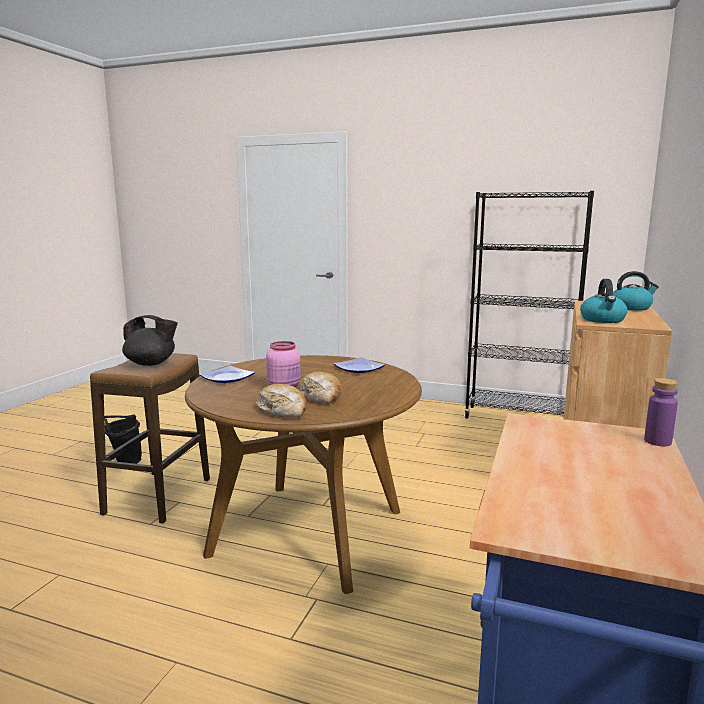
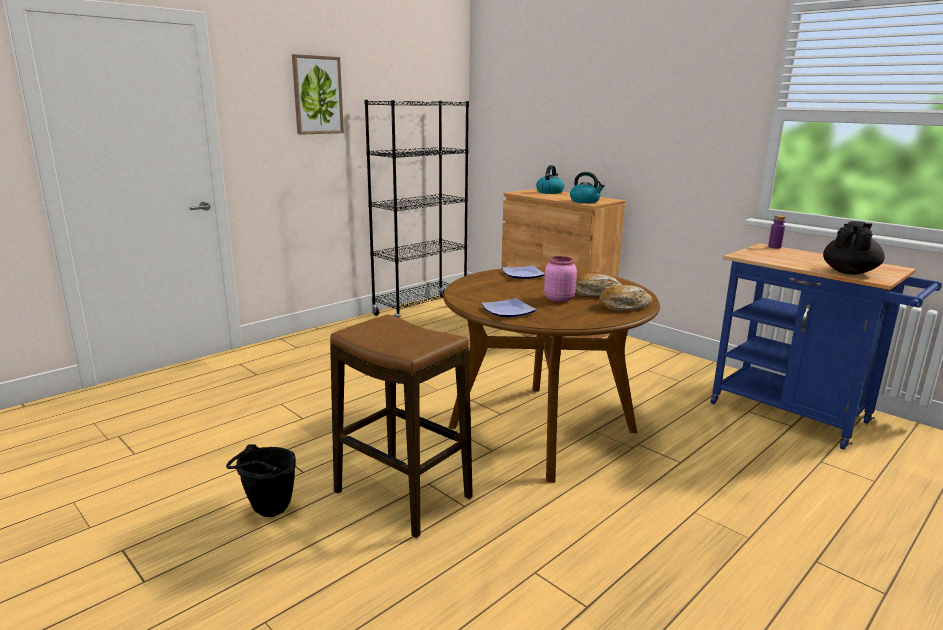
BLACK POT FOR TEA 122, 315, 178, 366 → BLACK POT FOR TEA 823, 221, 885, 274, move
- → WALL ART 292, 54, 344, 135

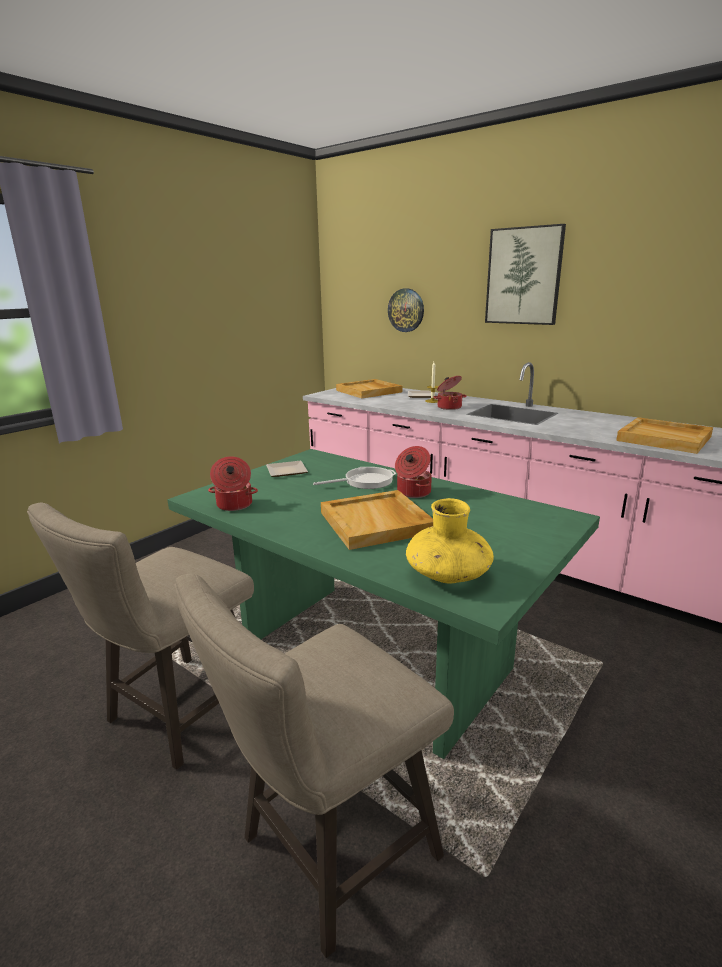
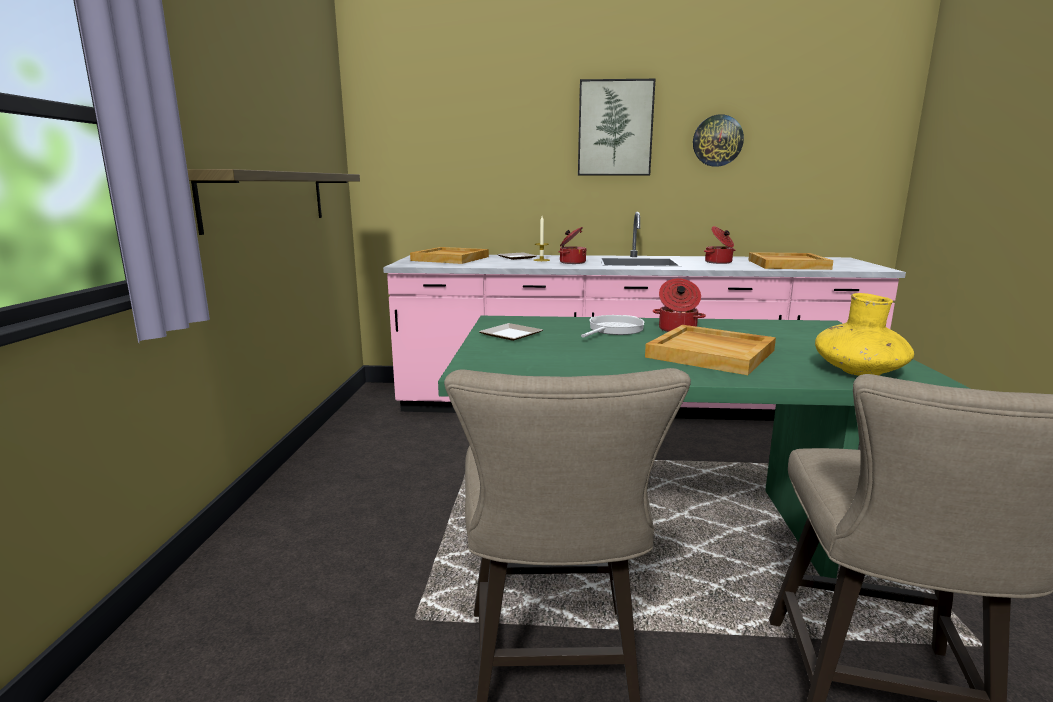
STOCKPOT 208, 456, 258, 511 → STOCKPOT 704, 226, 735, 264, move
HANGING CLOCK 388, 289, 424, 332 → HANGING CLOCK 693, 114, 744, 167, move
- → SHELF 187, 169, 360, 235

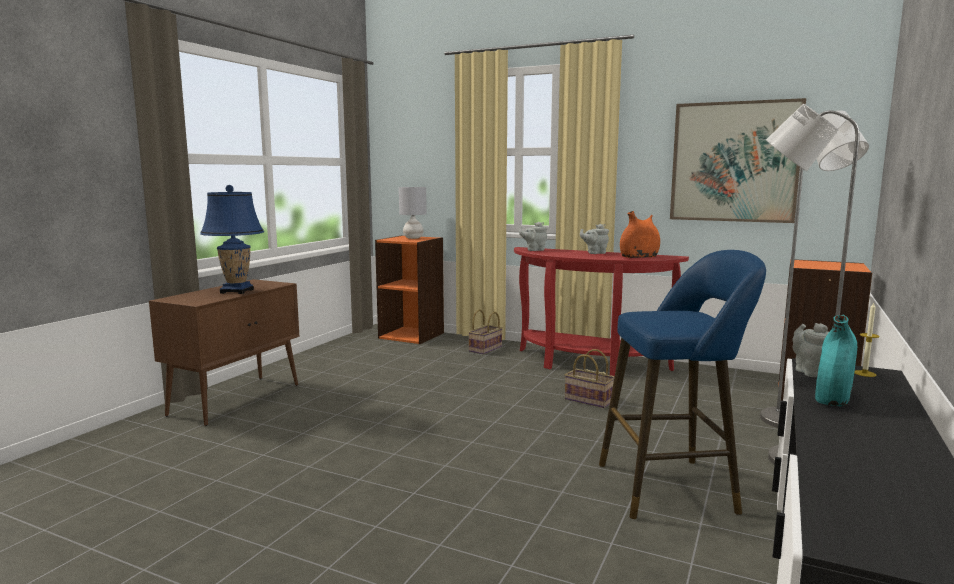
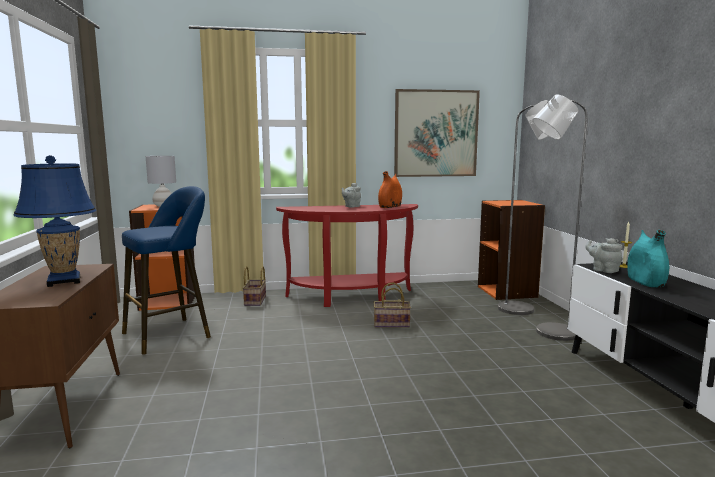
GREY POT FOR TEA 519, 222, 547, 251 → -
BLUISH STOOL 599, 250, 766, 519 → BLUISH STOOL 122, 186, 211, 355, move

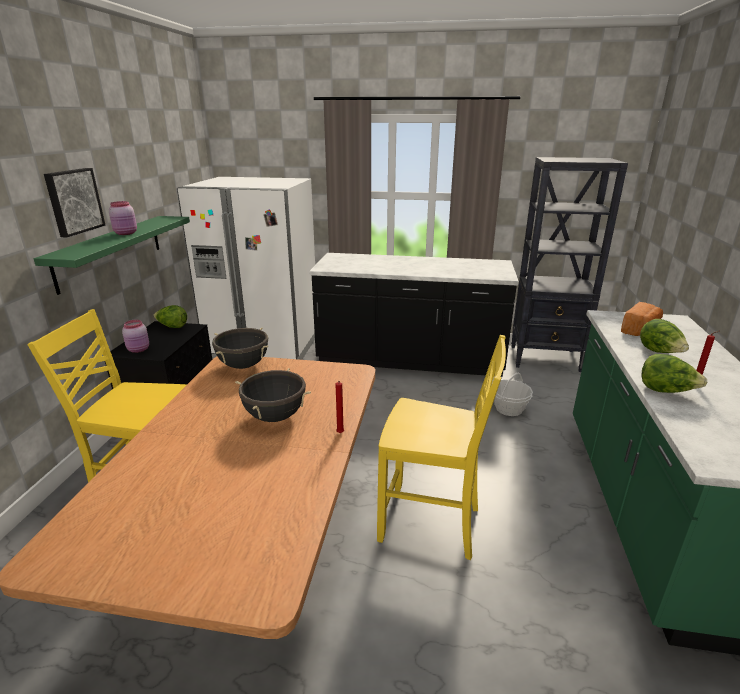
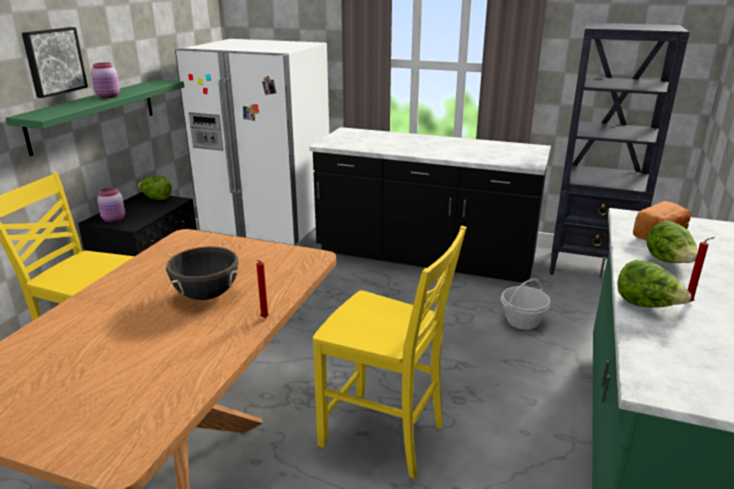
BLACK STOCKPOT 212, 328, 268, 369 → -

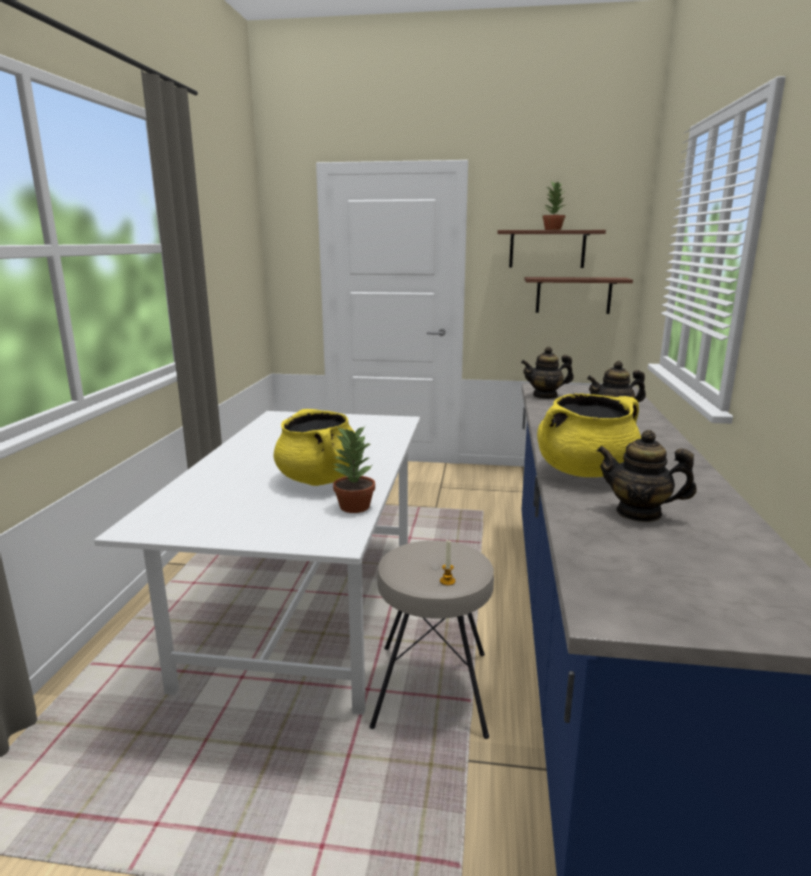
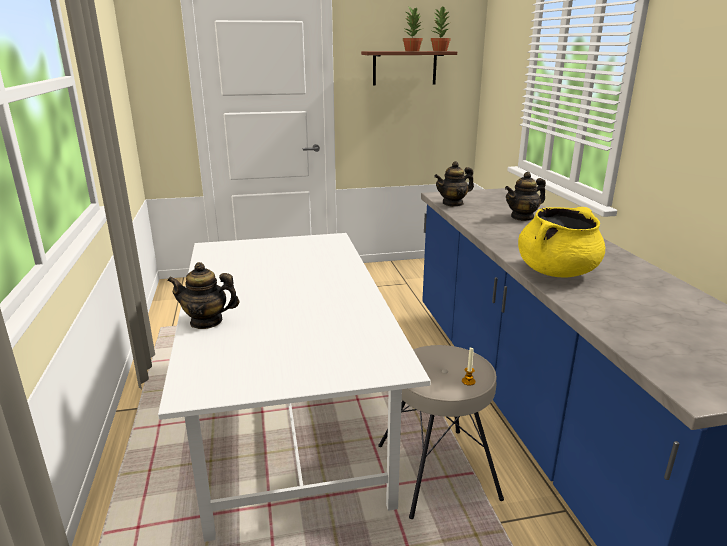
YELLOWISH STOCKPOT 274, 409, 355, 486 → -
POTTED PLANT 332, 425, 375, 513 → POTTED PLANT 431, 7, 451, 51, move
BROWN-COLOURED SHELF 525, 277, 633, 314 → -
POT FOR TEA 597, 430, 697, 522 → POT FOR TEA 167, 262, 240, 329, move

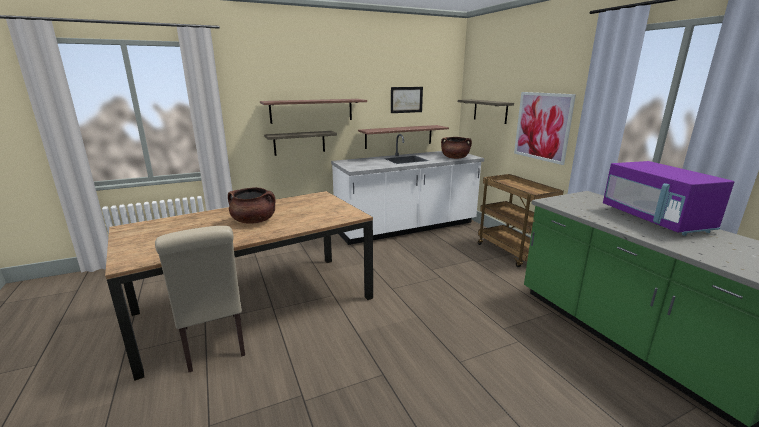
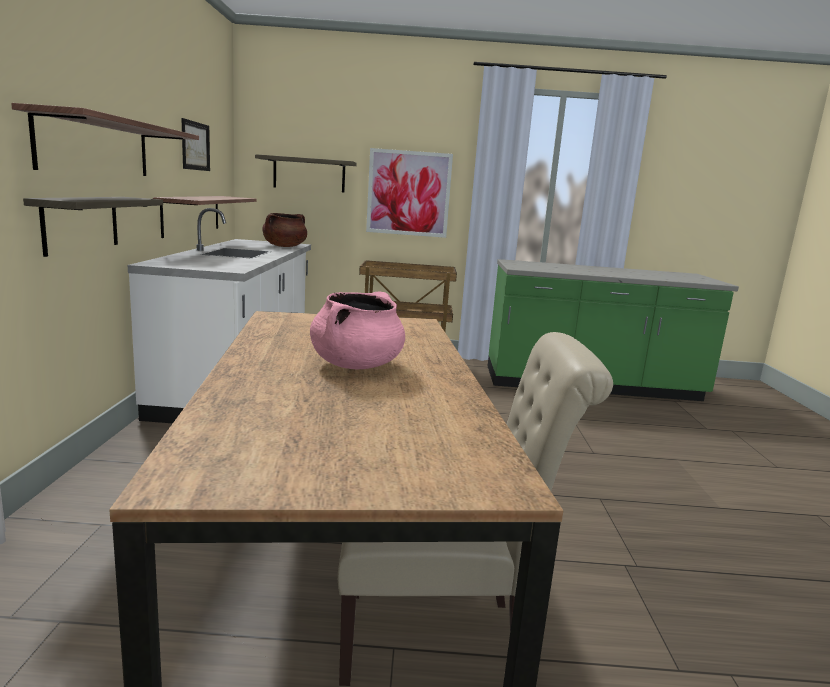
BROWN-COLOURED STOCKPOT 228, 187, 276, 224 → PINK STOCKPOT 310, 291, 405, 369
PURPLE-COLOURED MICROWAVE 603, 161, 734, 236 → -

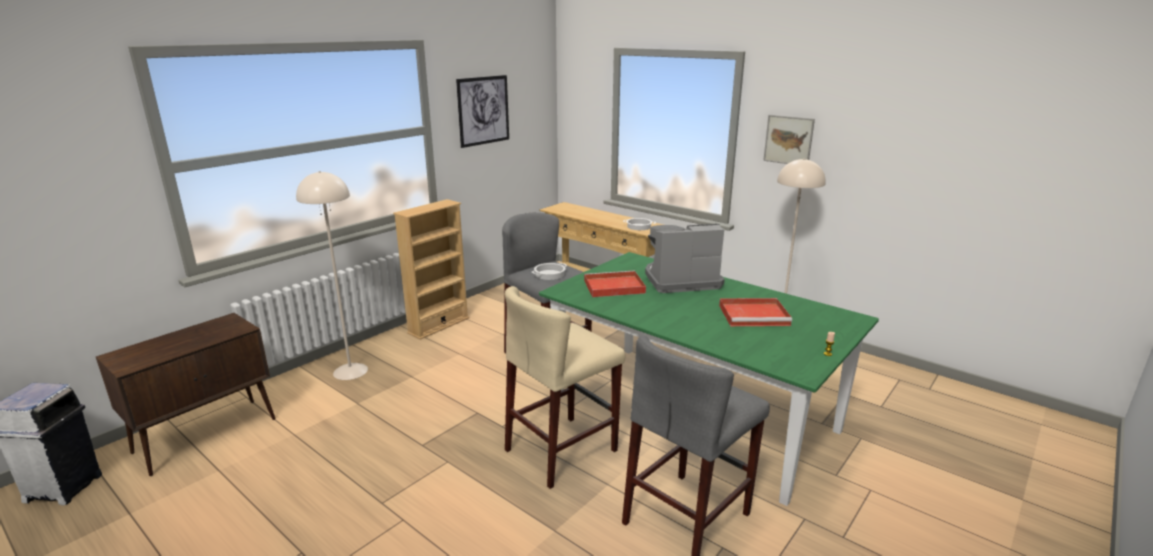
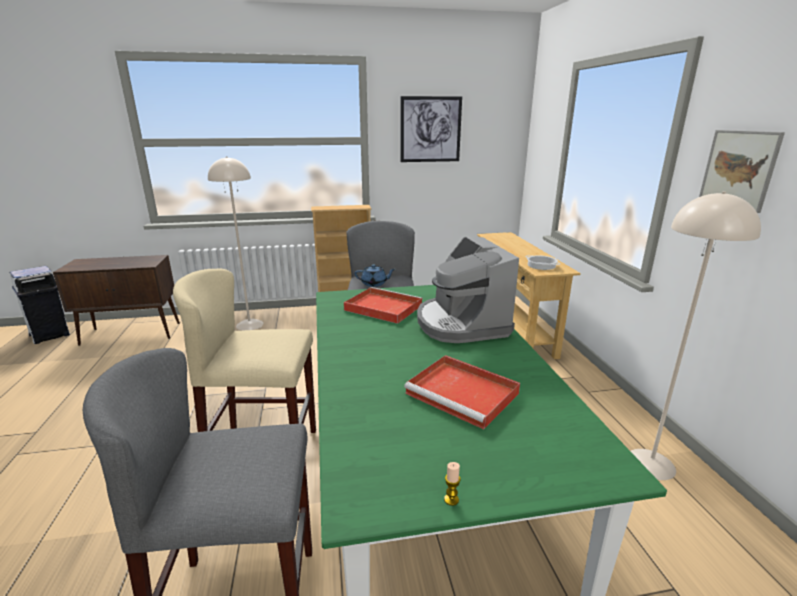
STOCKPOT 532, 263, 567, 280 → BLUISH POT FOR TEA 354, 264, 395, 287
COFFEE MAKER 645, 224, 725, 293 → COFFEE MAKER 417, 237, 519, 343, 135 degrees counterclockwise

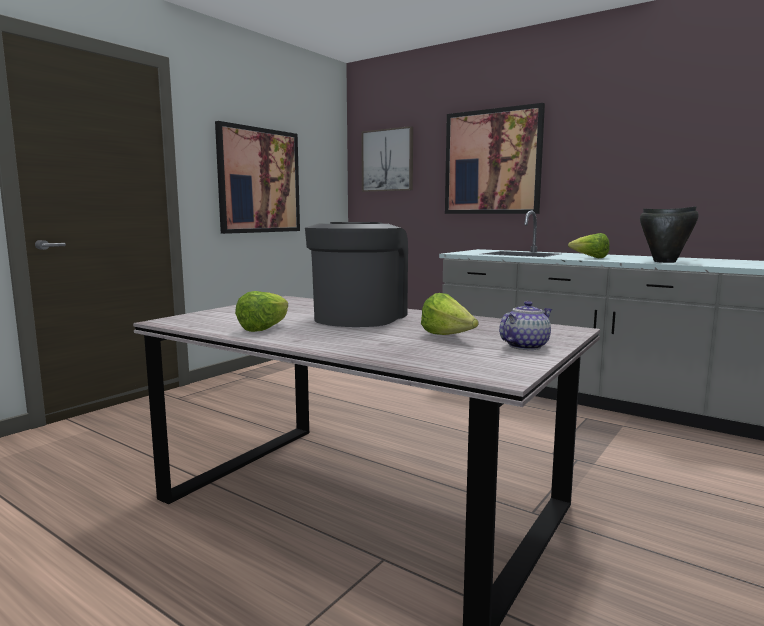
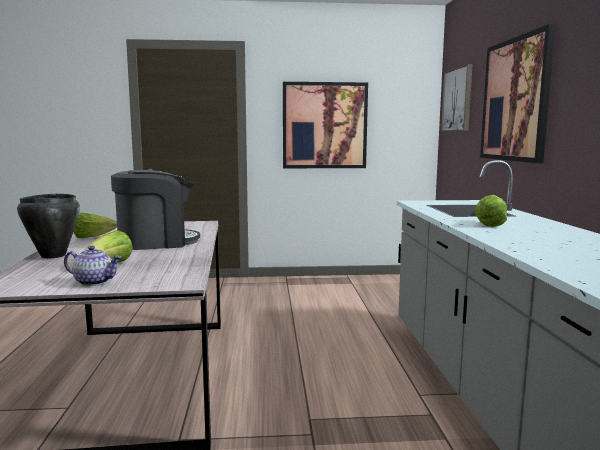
BLACK STOCKPOT 640, 206, 699, 263 → BLACK STOCKPOT 17, 194, 80, 259, move

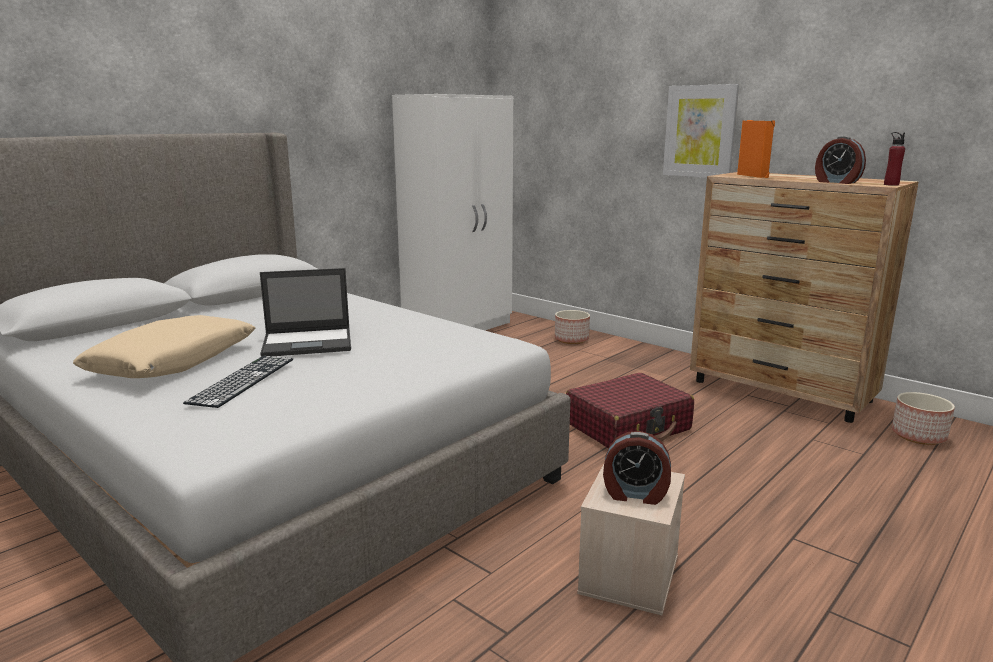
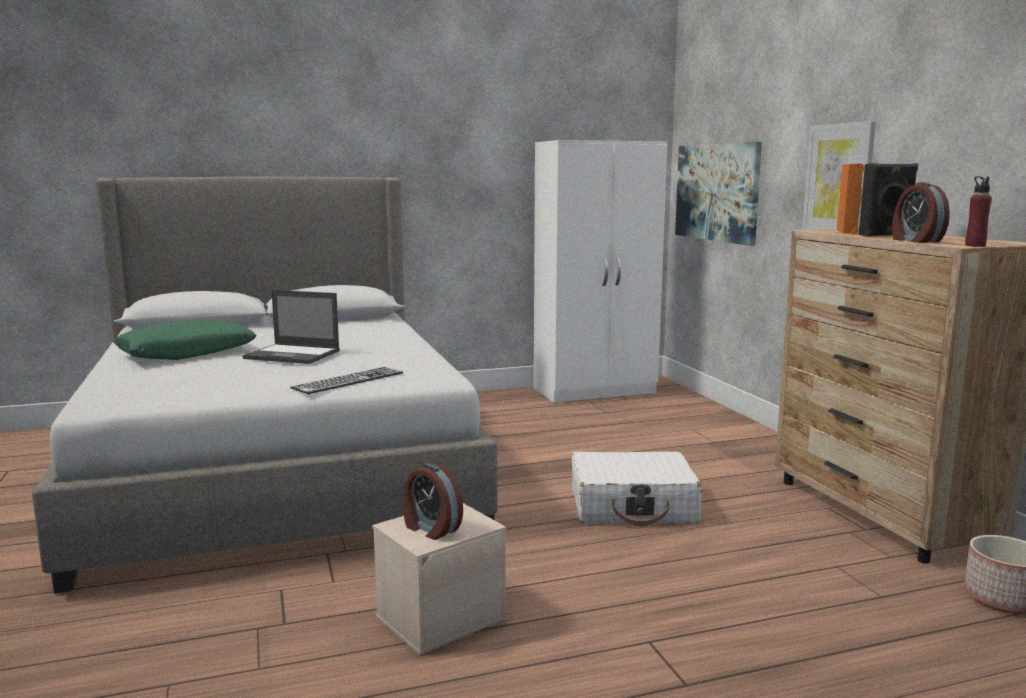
BEIGE-COLOURED CUSHION 73, 315, 256, 378 → GREEN-COLOURED CUSHION 114, 321, 256, 360
COMPUTER KEYBOARD 183, 356, 293, 408 → COMPUTER KEYBOARD 290, 367, 403, 394, move
FLOWER POT 555, 310, 590, 344 → -
RED-COLOURED TRAVEL CASE 566, 373, 694, 448 → WHITE TRAVEL CASE 572, 452, 702, 526
- → WALL ART 675, 142, 762, 246
- → BLACK LOUDSPEAKER 859, 163, 919, 237

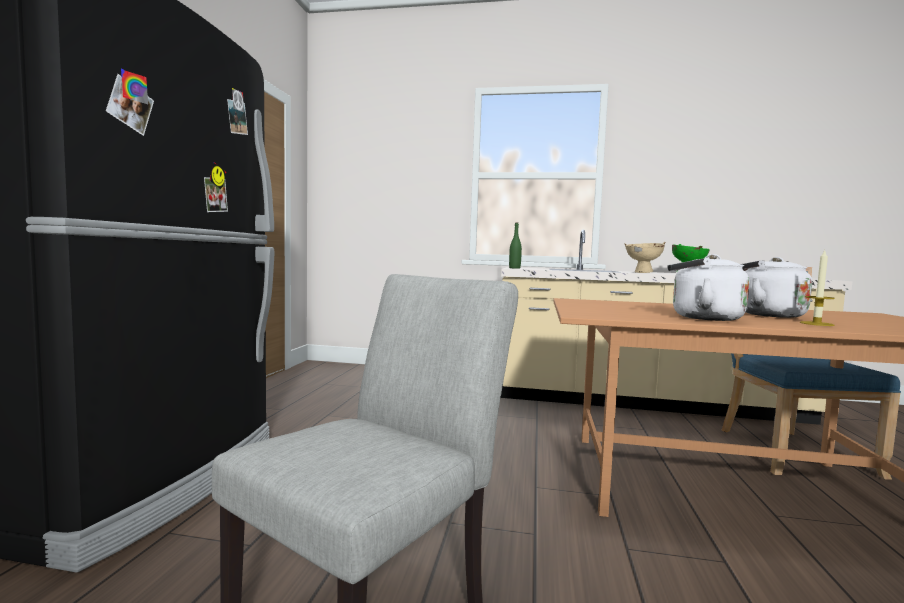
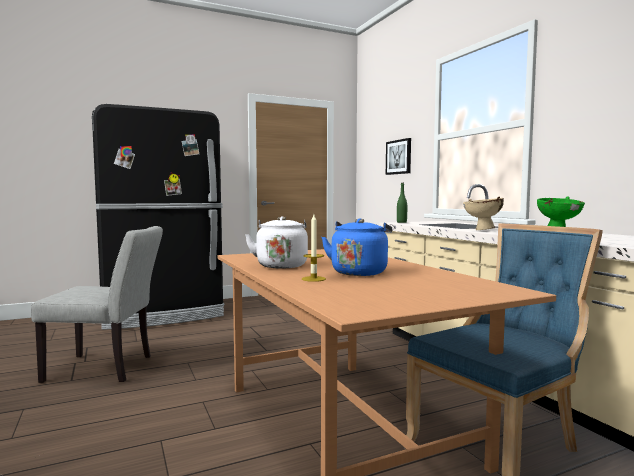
WHITE TEA KETTLE 743, 257, 812, 318 → BLUISH TEA KETTLE 321, 218, 392, 276
- → WALL ART 386, 138, 411, 175

